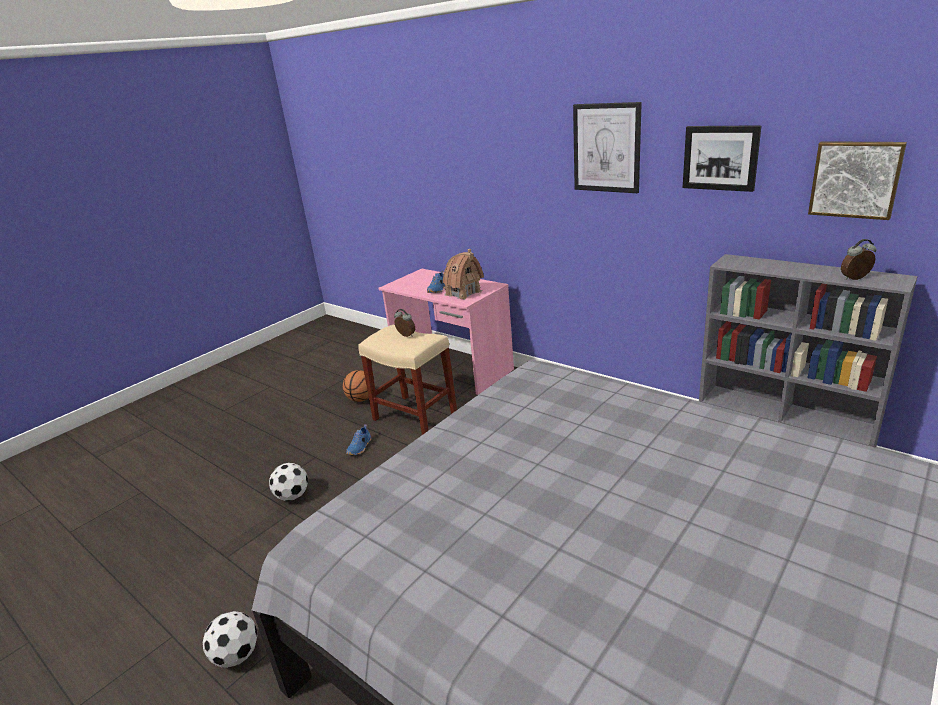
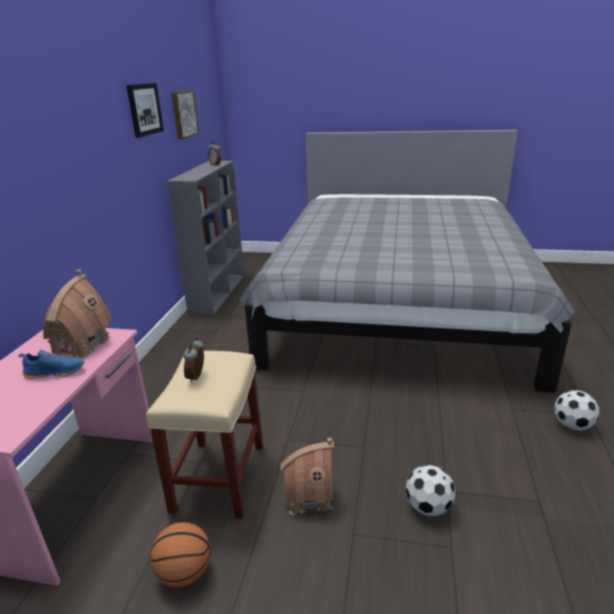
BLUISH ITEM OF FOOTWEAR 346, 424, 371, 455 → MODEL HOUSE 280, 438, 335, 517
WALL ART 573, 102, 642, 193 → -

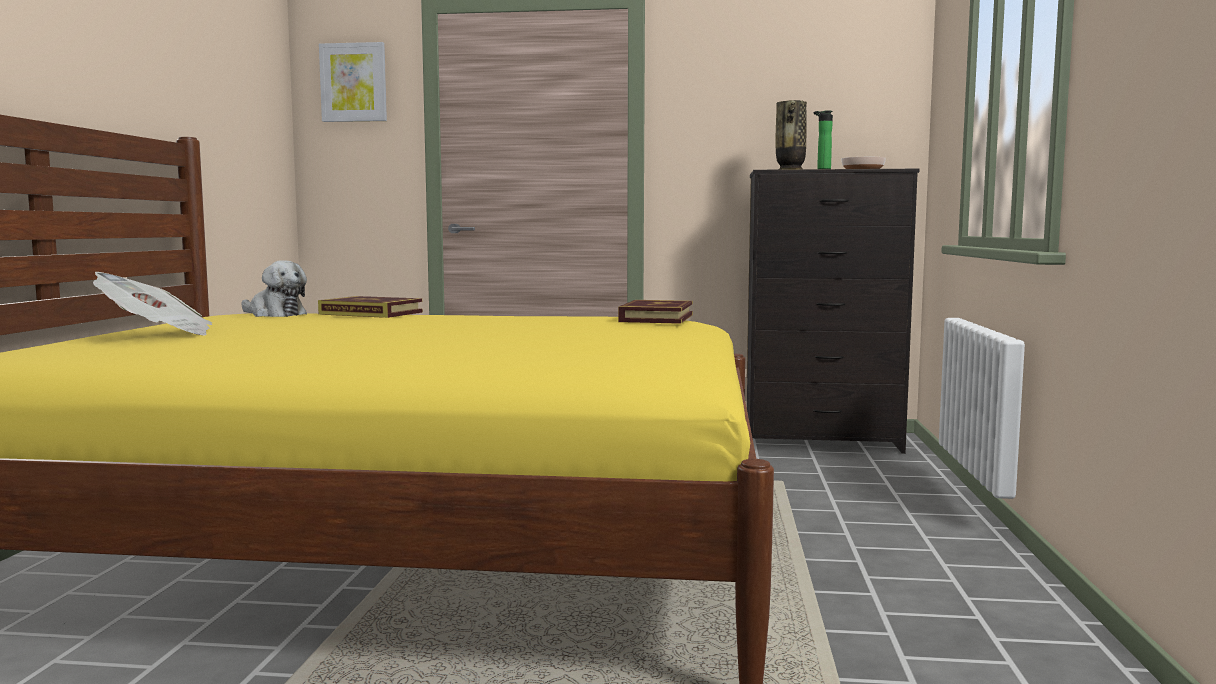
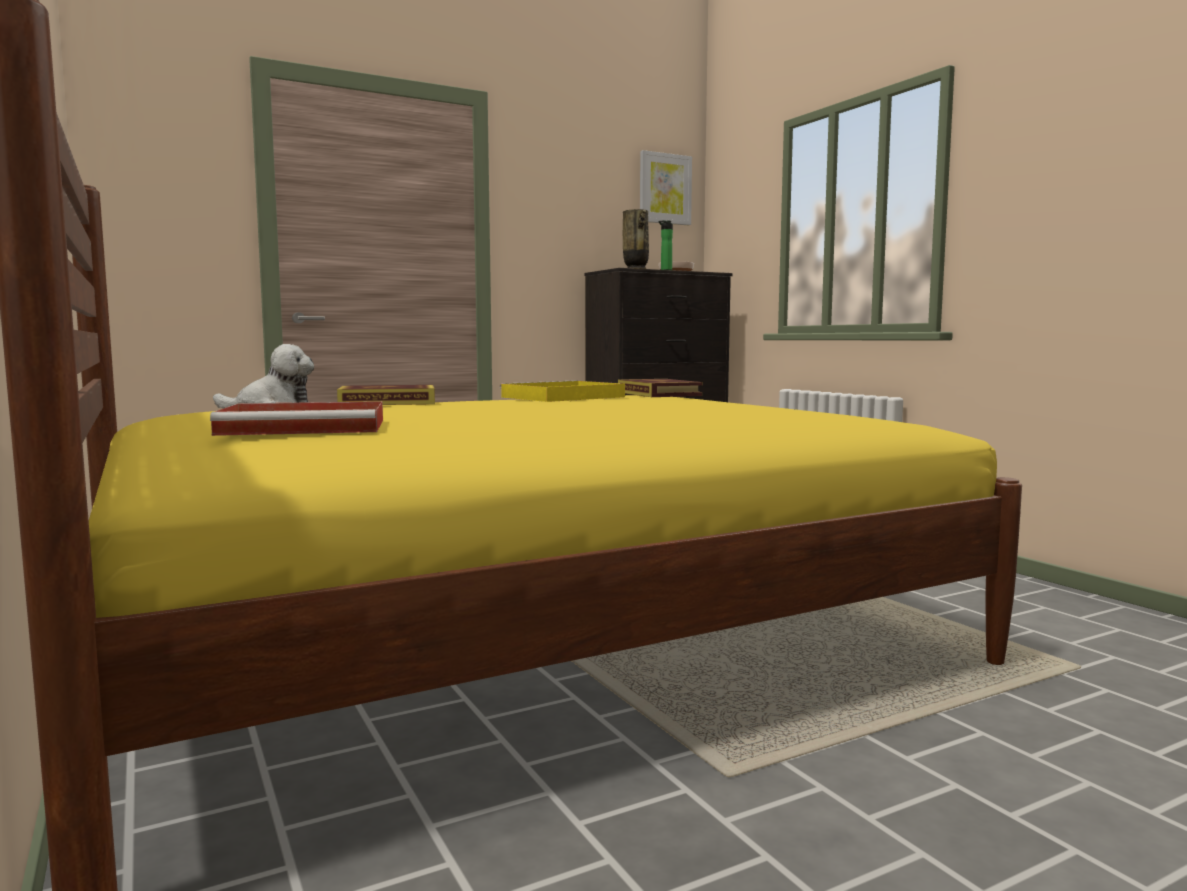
NEWSPAPER 93, 272, 212, 336 → RED-COLOURED CARRYING TRAY 210, 401, 383, 436
WALL ART 319, 42, 387, 122 → WALL ART 640, 150, 692, 225, move
- → YELLOWISH CARRYING TRAY 500, 380, 625, 402

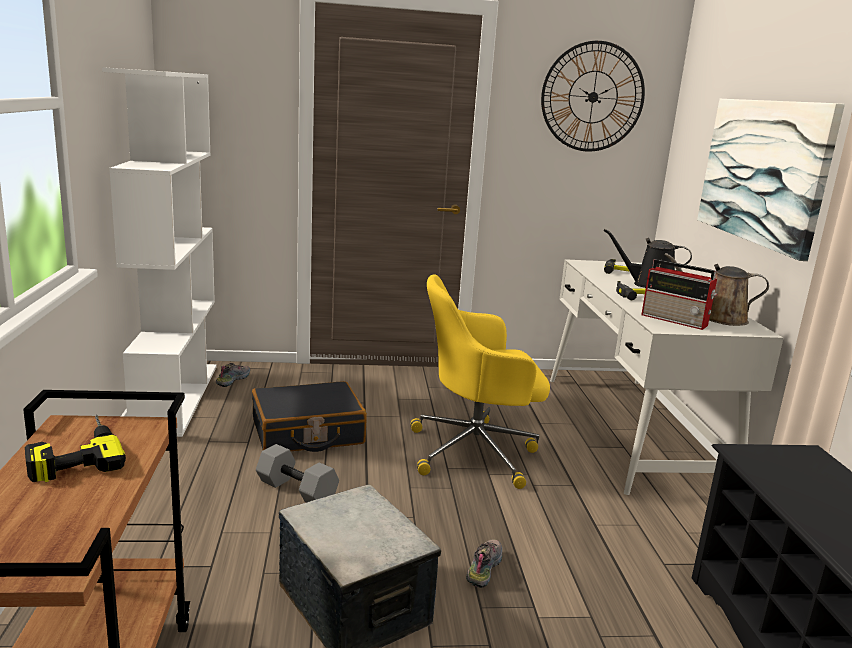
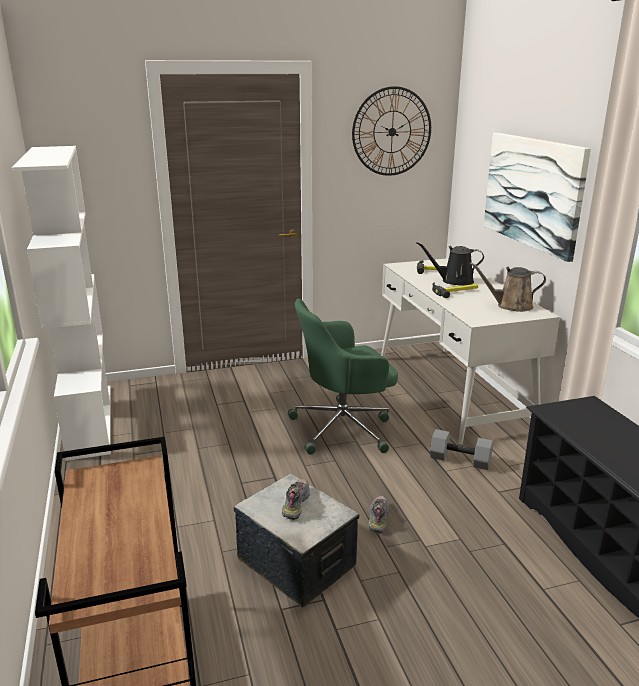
POWER DRILL 25, 415, 126, 482 → -
ITEM OF FOOTWEAR 216, 363, 250, 387 → ITEM OF FOOTWEAR 282, 479, 310, 520, move
BLACK TRAVEL CASE 252, 381, 367, 452 → -
GREY HAND WEIGHT 256, 444, 339, 502 → GREY HAND WEIGHT 430, 429, 493, 470, move
YELLOWISH DESK CHAIR 411, 274, 550, 489 → GREEN-COLOURED DESK CHAIR 288, 299, 398, 454
RADIO 641, 259, 717, 330 → -

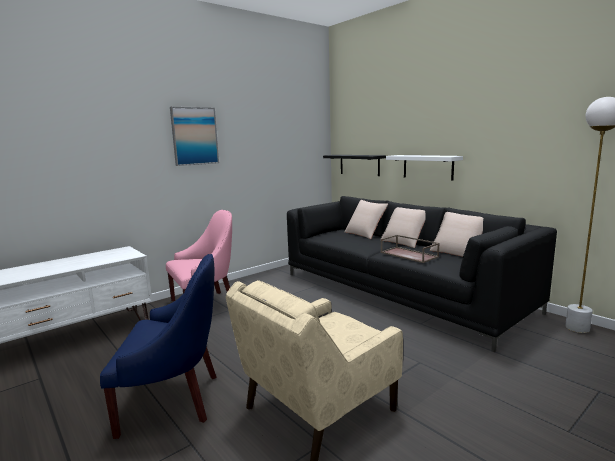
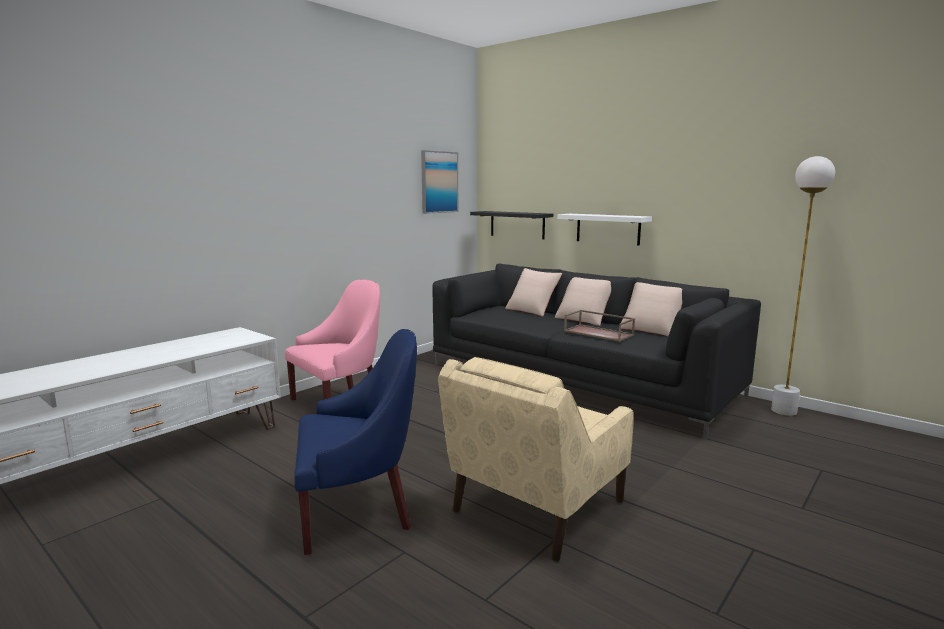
WALL ART 170, 107, 219, 166 → WALL ART 421, 150, 458, 214, move

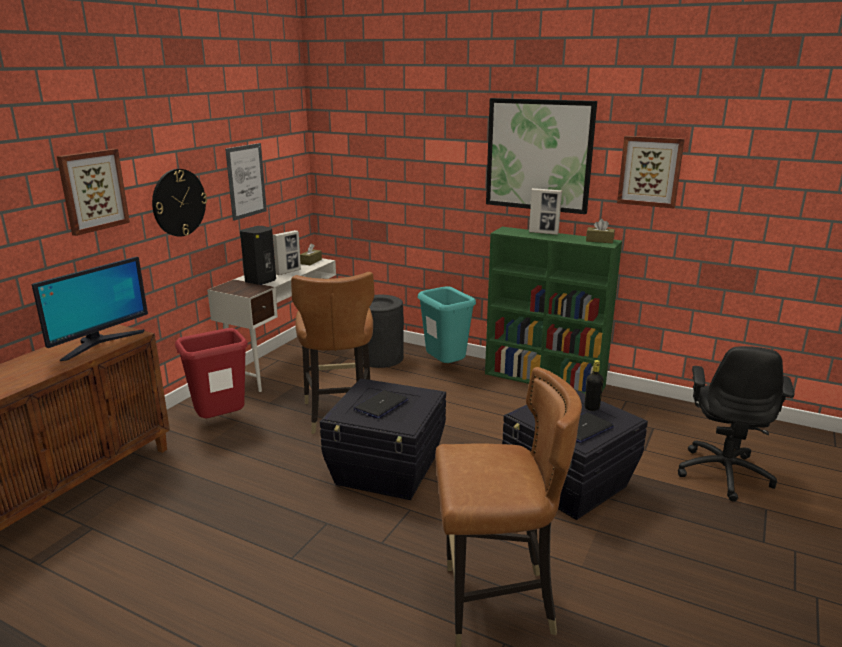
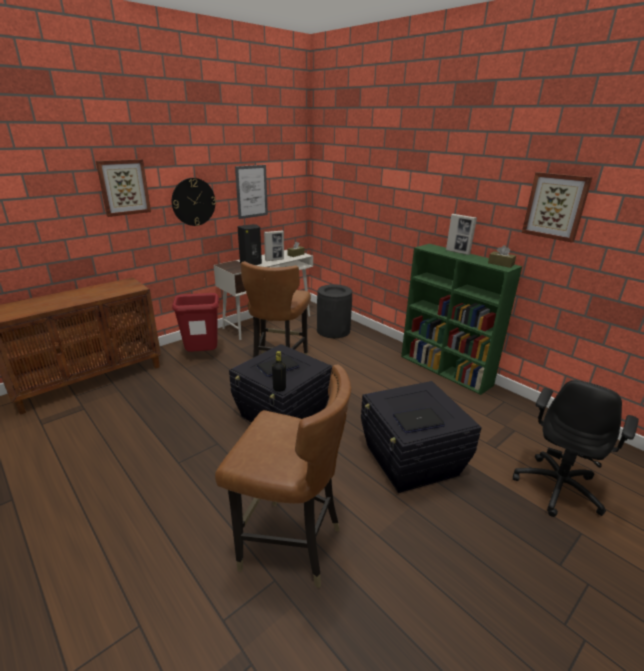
COMPUTER DISPLAY 32, 256, 148, 361 → -
TURQUOISE-COLOURED TRASH CAN 418, 286, 476, 363 → -
WALL ART 486, 98, 597, 214 → -
BLACK BEVERAGE BOTTLE 585, 360, 603, 411 → BLACK BEVERAGE BOTTLE 272, 351, 286, 392, move

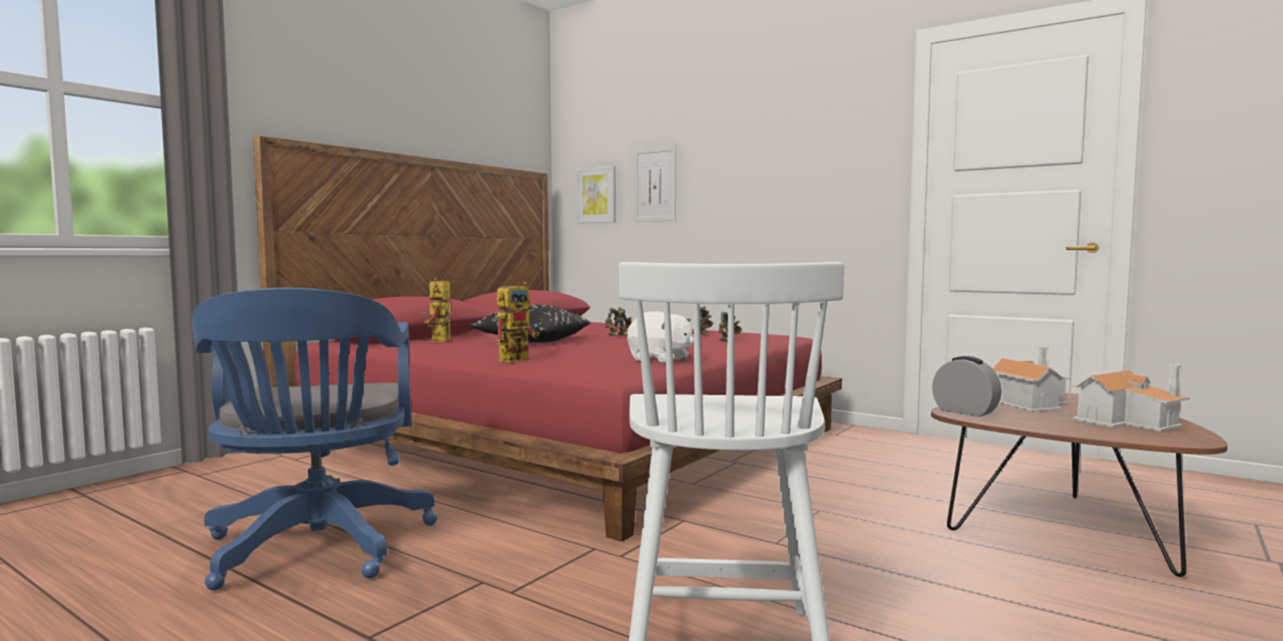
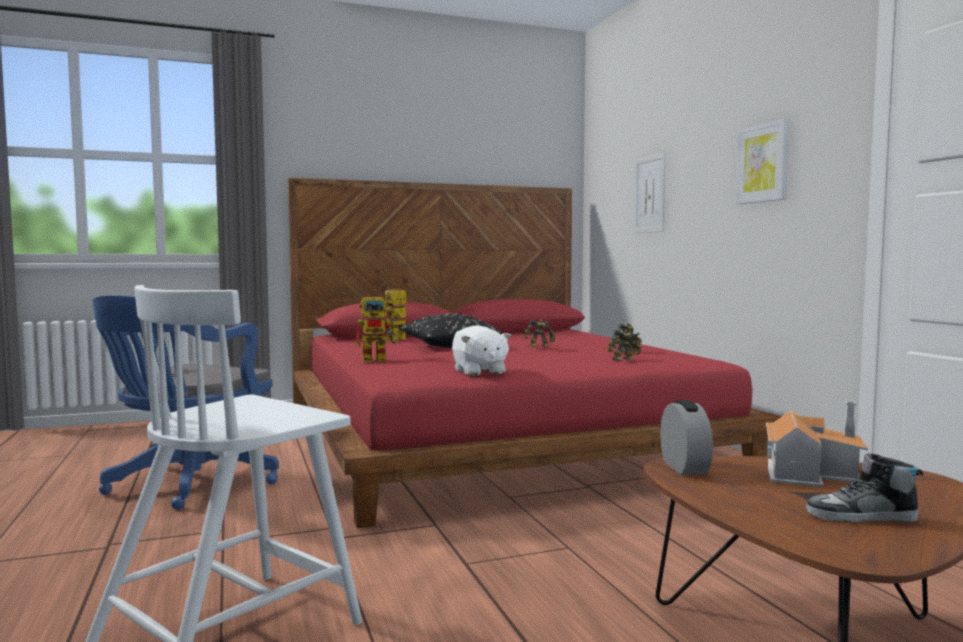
WALL ART 576, 166, 616, 223 → WALL ART 735, 119, 789, 204, move
MODEL HOUSE 1070, 364, 1190, 432 → ITEM OF FOOTWEAR 806, 453, 923, 522

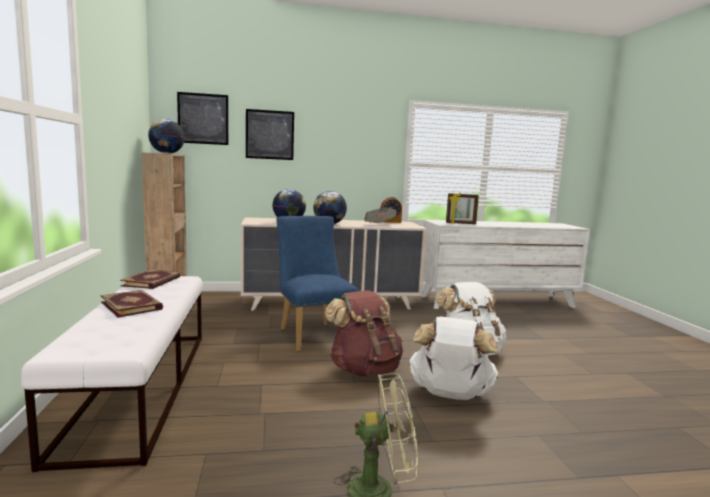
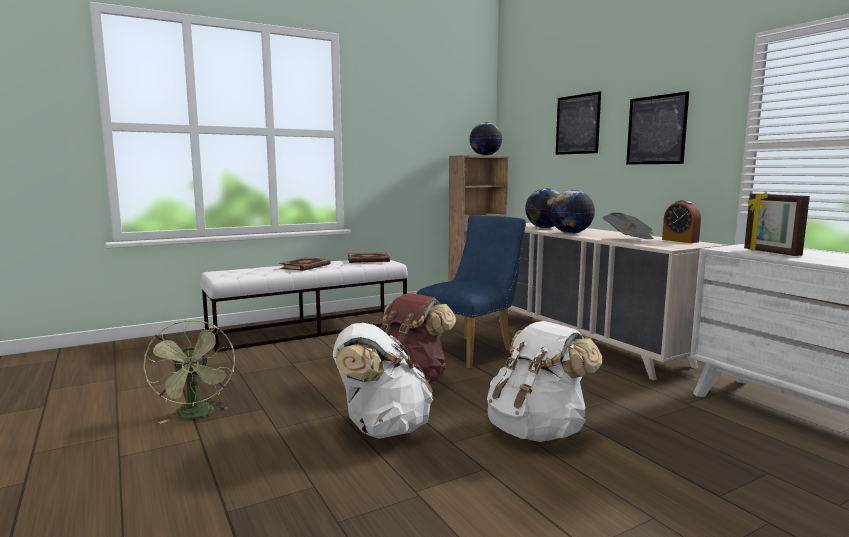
WALL ART 177, 92, 228, 145 → WALL ART 626, 91, 689, 165, move

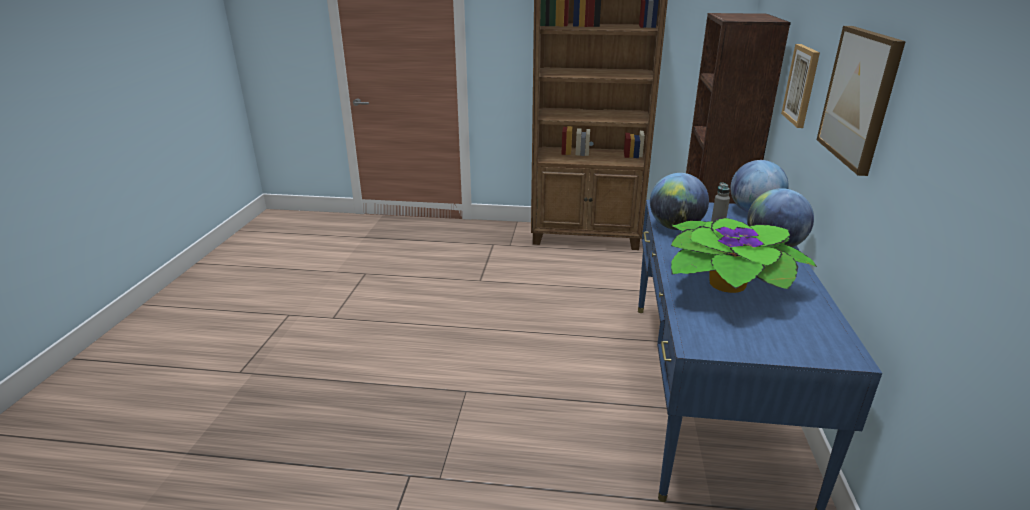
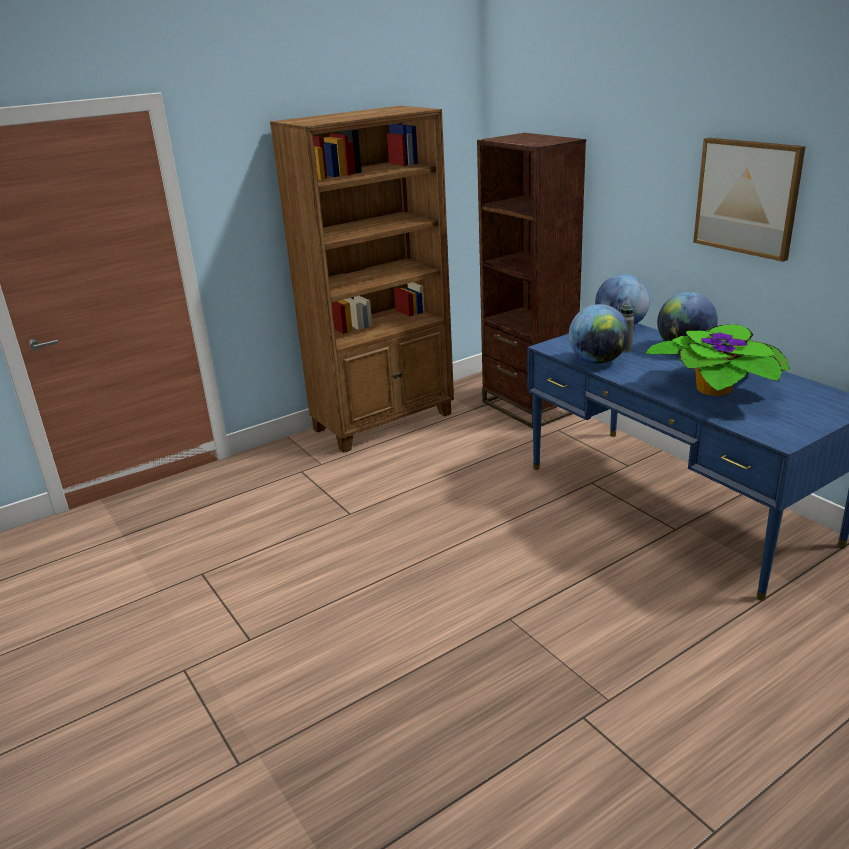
WALL ART 781, 44, 820, 128 → -

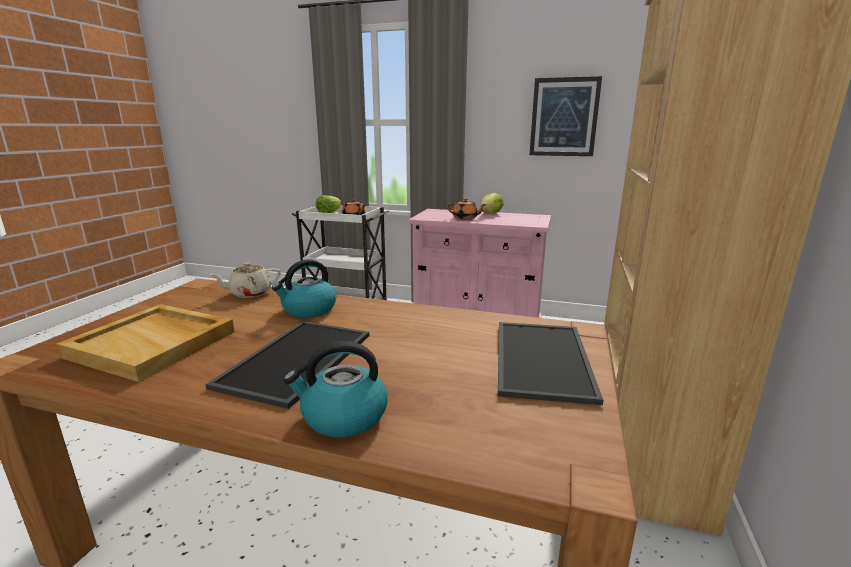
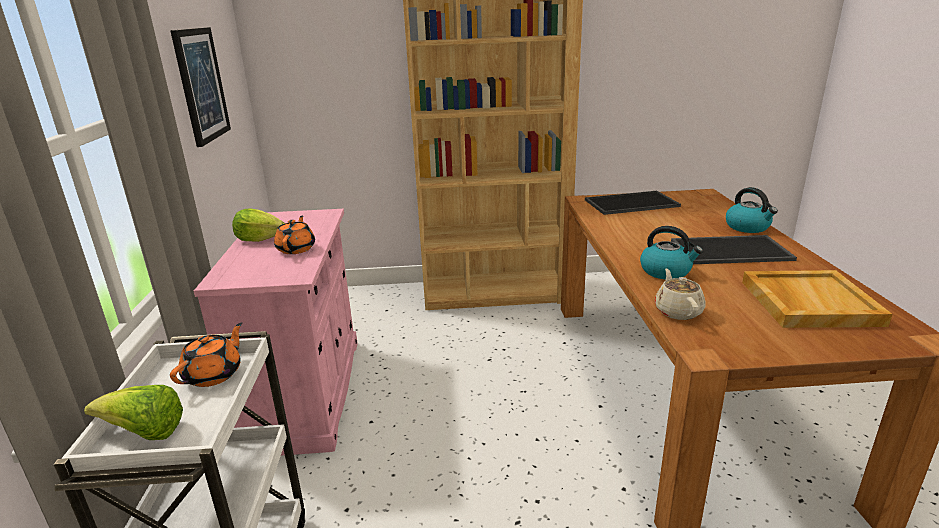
BEIGE-COLOURED POT FOR TEA 209, 262, 281, 298 → BEIGE-COLOURED POT FOR TEA 655, 269, 706, 320, 135 degrees counterclockwise

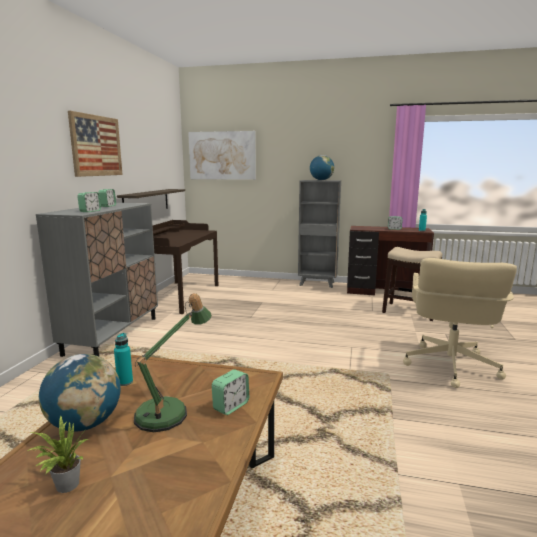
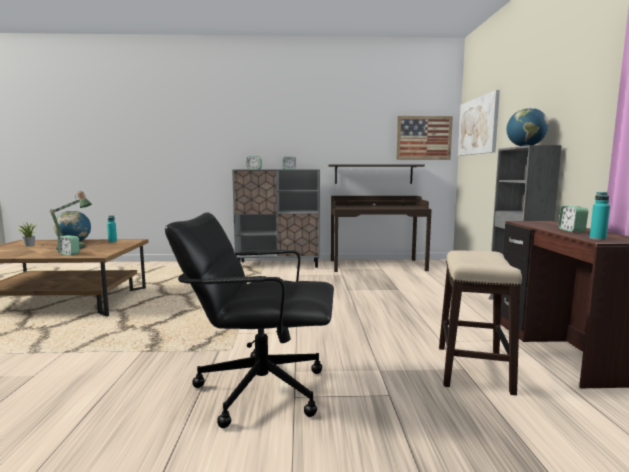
WALL ART 68, 111, 123, 177 → WALL ART 396, 116, 453, 160, move
BEIGE-COLOURED DESK CHAIR 403, 258, 517, 388 → BLACK DESK CHAIR 165, 212, 334, 428

